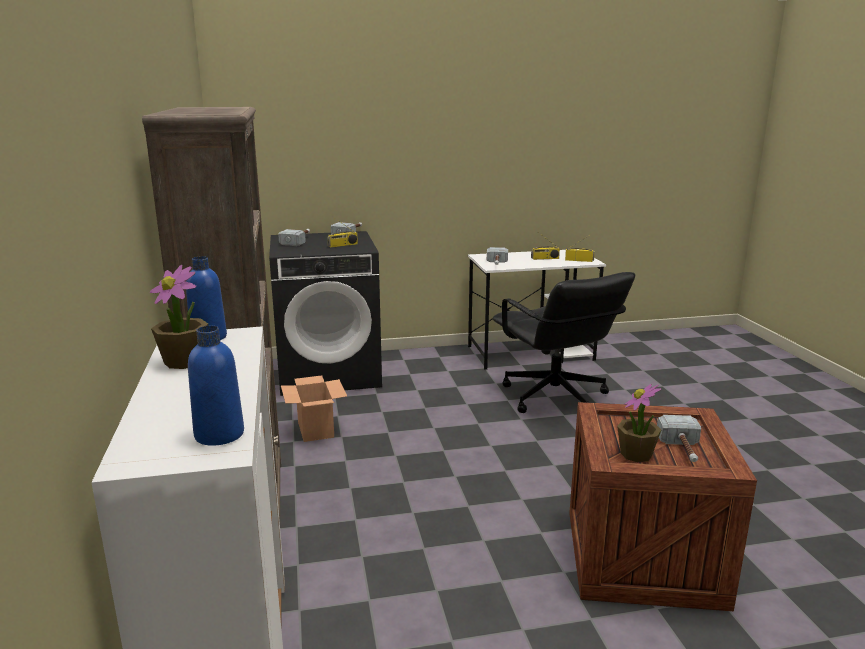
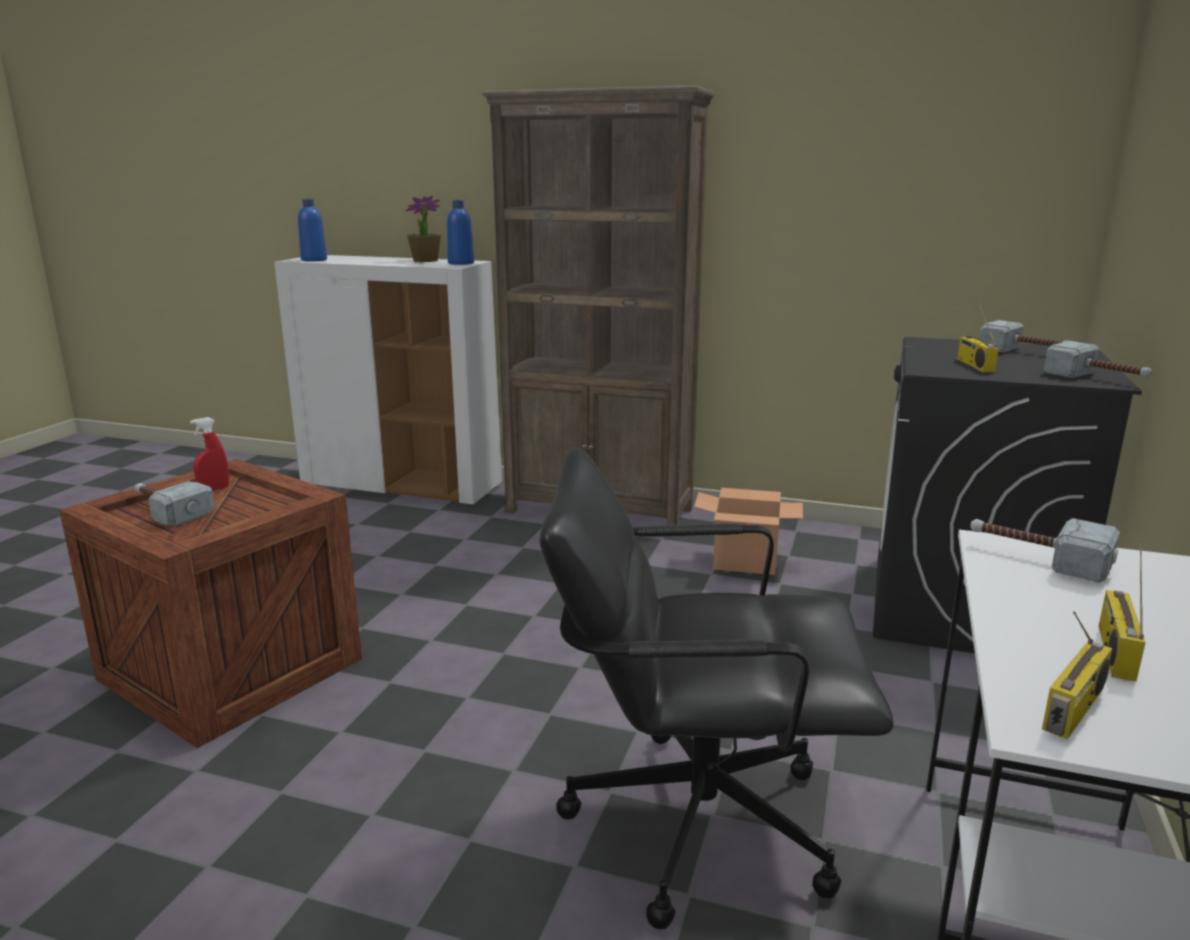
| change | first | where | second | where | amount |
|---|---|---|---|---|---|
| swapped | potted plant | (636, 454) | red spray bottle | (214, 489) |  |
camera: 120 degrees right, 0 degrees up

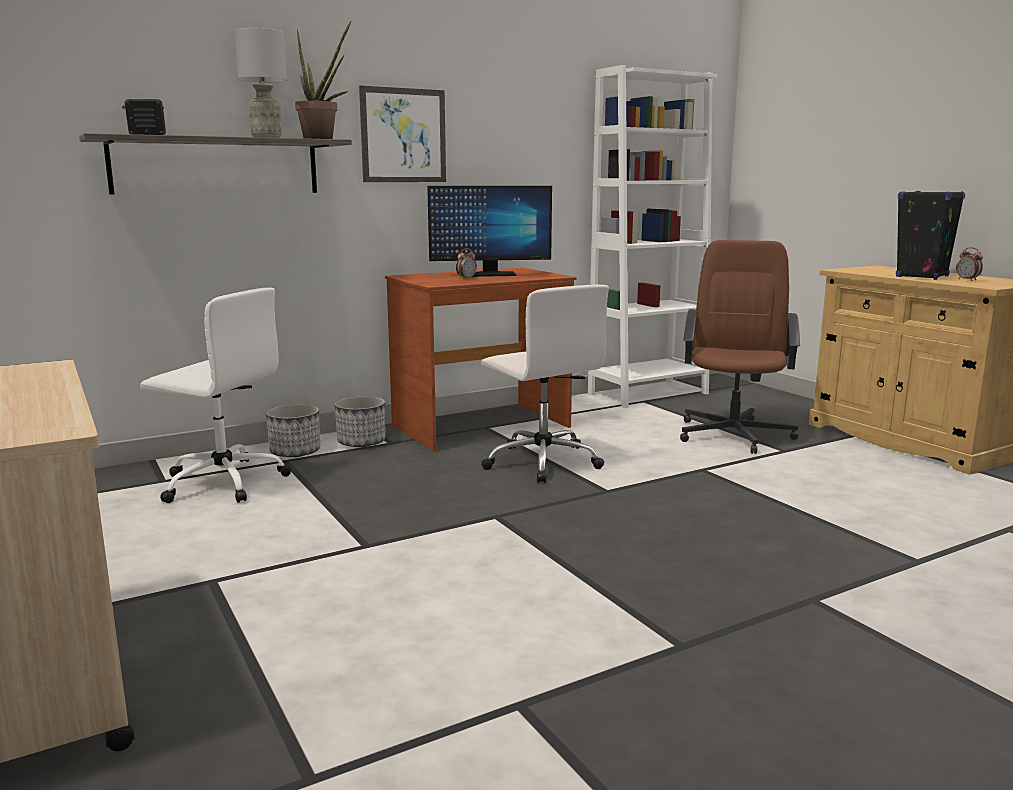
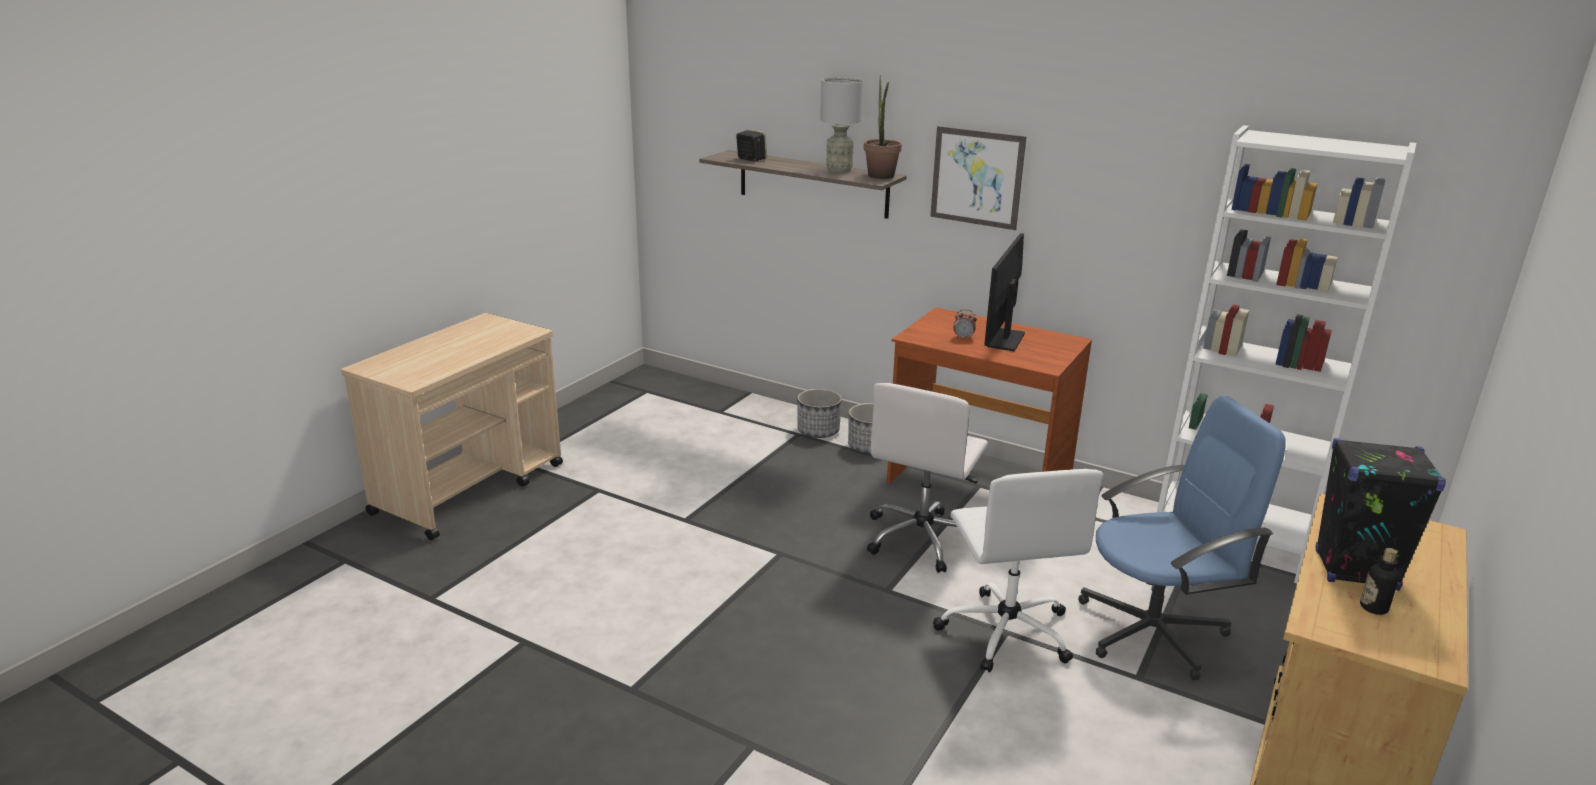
| change | first | where | second | where | amount |
|---|---|---|---|---|---|
| shifted | white office chair | (222, 482) |  | (1006, 631) |  |
| rotated | monitor | (489, 274) |  | (1006, 340) | 60 degrees clockwise |
| repainted | brown office chair | (734, 434) | blue office chair | (1154, 632) |  |
| swapped | alarm clock | (967, 280) | bottle | (1373, 607) |  |
camera: 60 degrees right, 10 degrees up

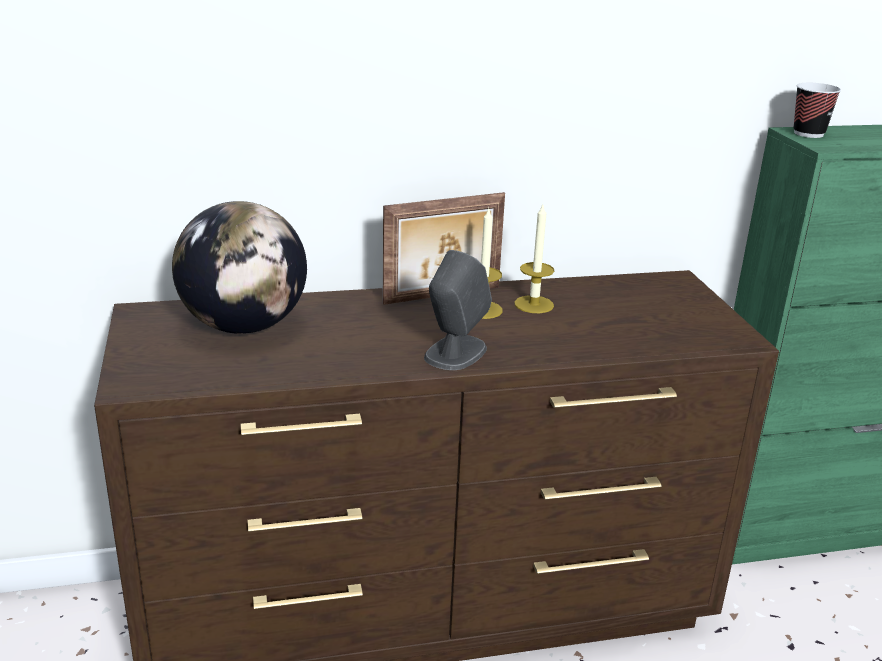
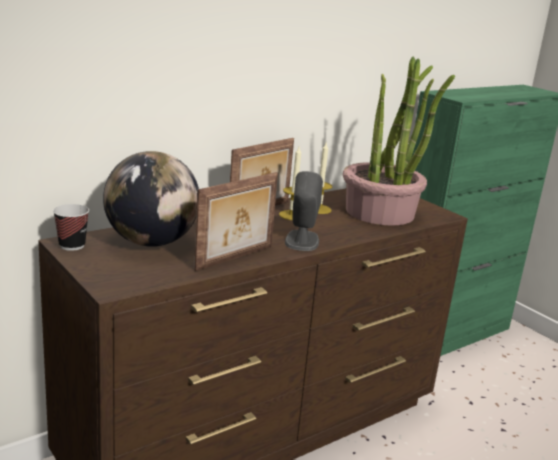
| change | first | where | second | where | amount |
|---|---|---|---|---|---|
| shifted | cup | (808, 134) |  | (72, 245) |  |
| new |  |  | picture frame | (236, 258) |  |
| new |  |  | potted plant | (380, 212) |  |
camera: 25 degrees left, 5 degrees down

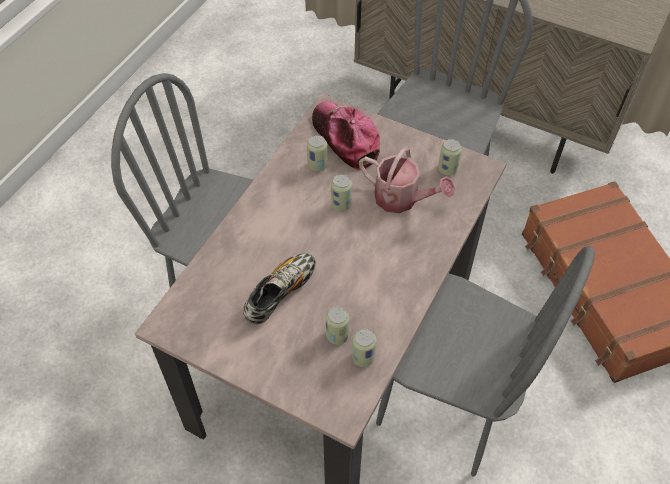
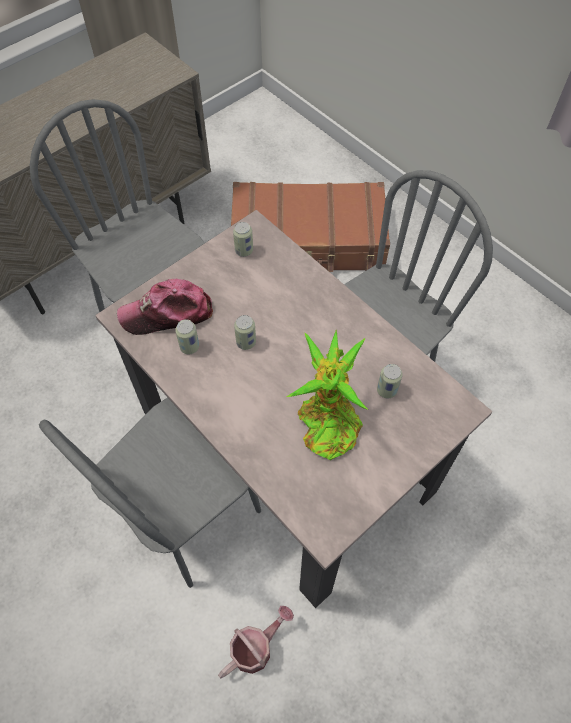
| change | first | where | second | where | amount |
|---|---|---|---|---|---|
| swapped | shoe | (280, 293) | potted plant | (326, 422) |  |
| gone | can | (363, 358) |  |  |  |
| shifted | watering can | (402, 199) |  | (256, 647) |  |
camera: 70 degrees left, 5 degrees up

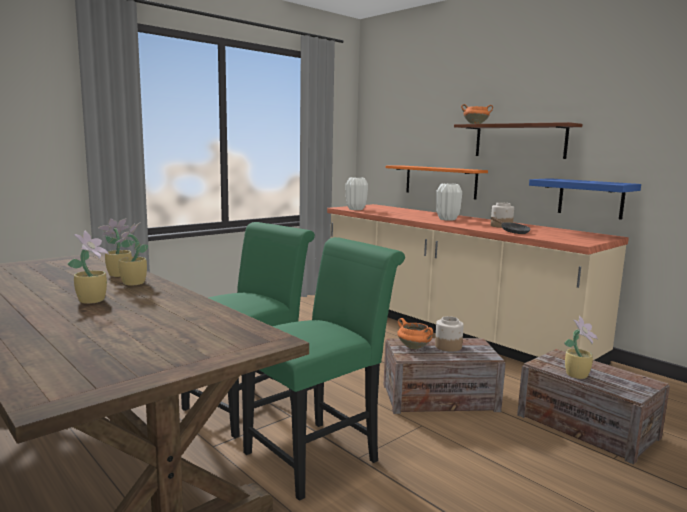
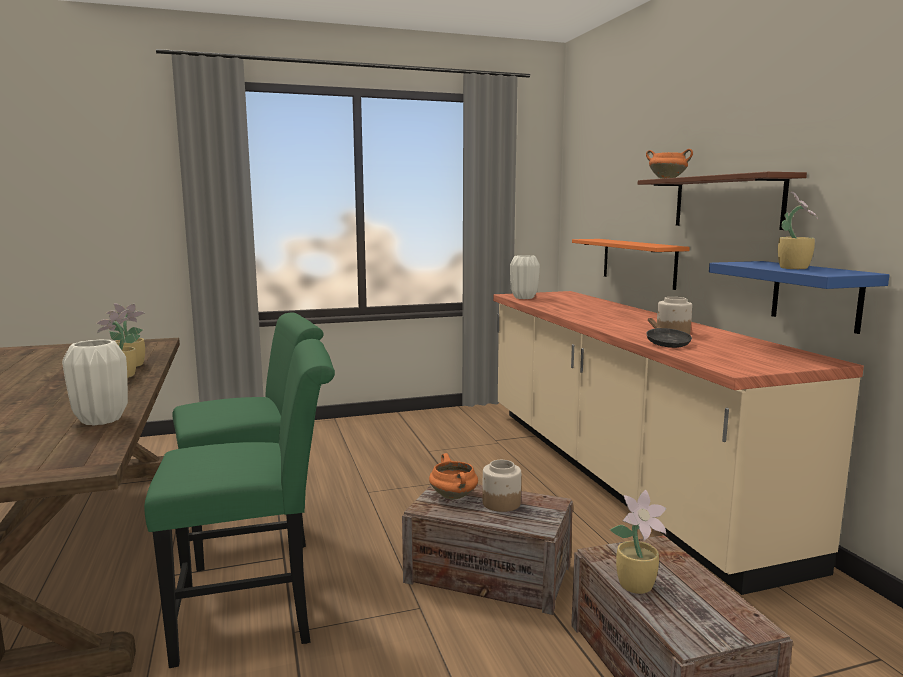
| change | first | where | second | where | amount |
|---|---|---|---|---|---|
| shifted | potted plant | (93, 300) |  | (794, 268) |  |
| shifted | white vase | (447, 219) |  | (102, 420) |  |
camera: 25 degrees right, 0 degrees up

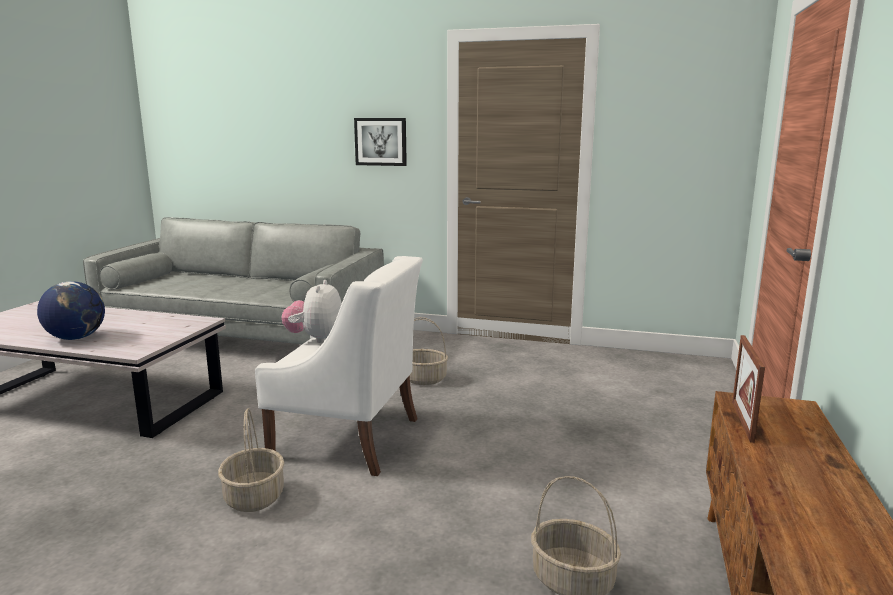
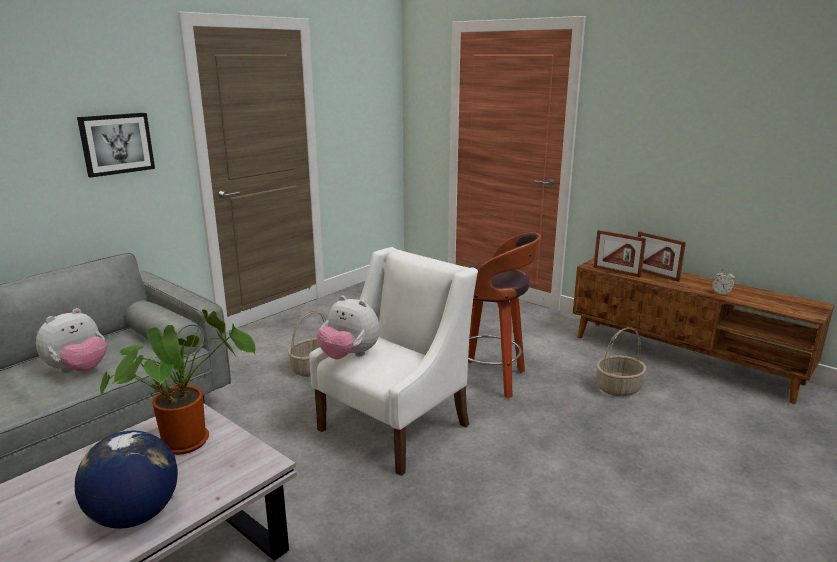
| change | first | where | second | where | amount |
|---|---|---|---|---|---|
| gone | basket | (254, 497) |  |  |  |
| new |  |  | plush toy | (79, 370) |  |
| new |  |  | potted plant | (189, 439) |  |
| new |  |  | stool | (490, 379) |  |
| new |  |  | picture frame | (655, 275) |  |
| new |  |  | alarm clock | (721, 293) |  |
camera: 65 degrees left, 5 degrees up

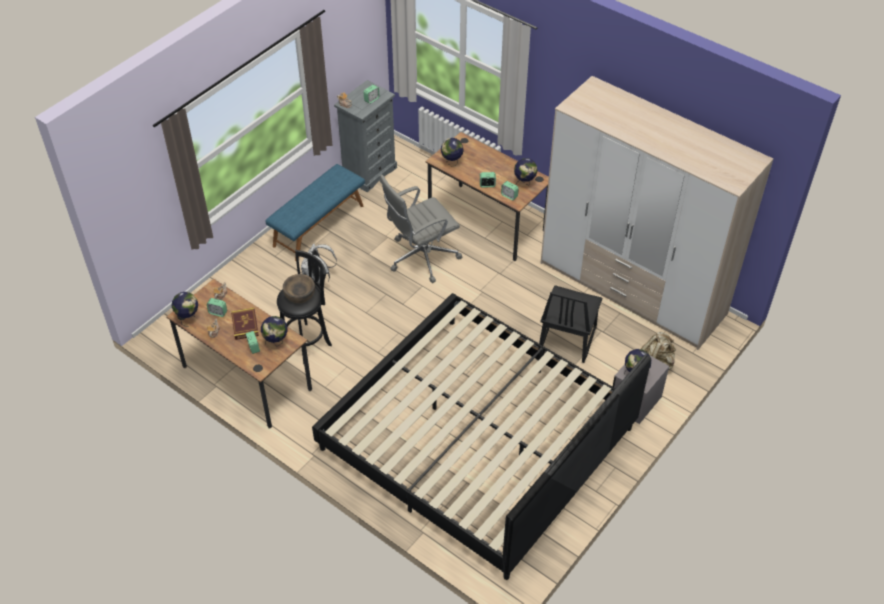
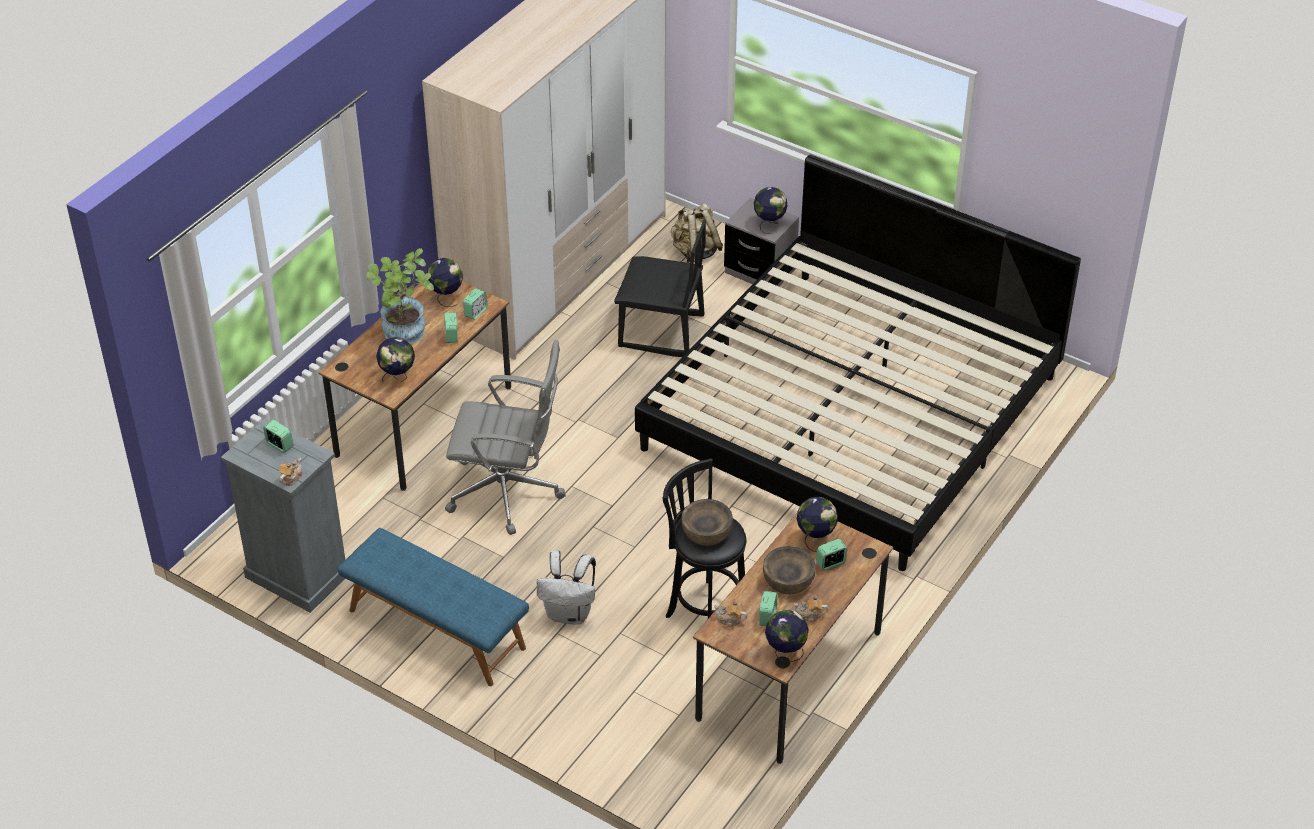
| change | first | where | second | where | amount |
|---|---|---|---|---|---|
| swapped | book | (245, 325) | brown bowl | (788, 580) |  |
| rotated | grey office chair | (421, 257) |  | (508, 492) | 45 degrees counterclockwise |
| new |  |  | potted plant | (405, 336) |  |
camera: 95 degrees left, 5 degrees down

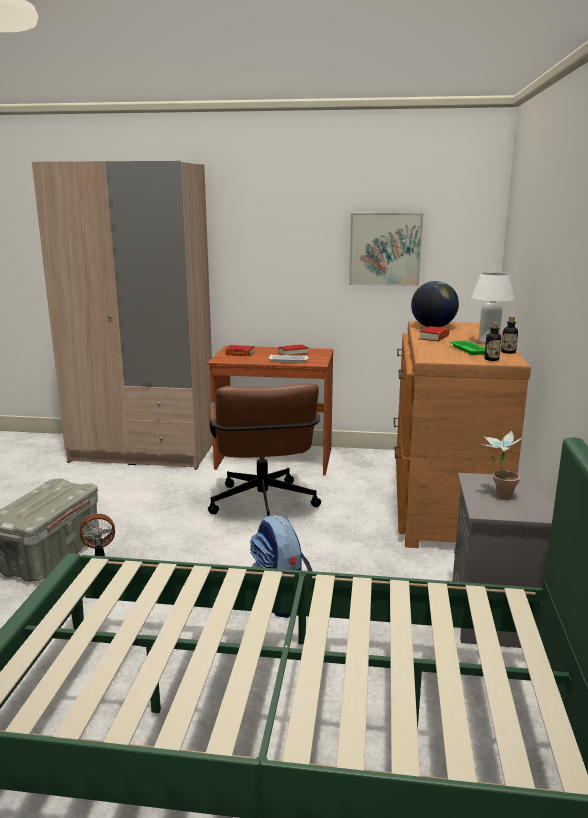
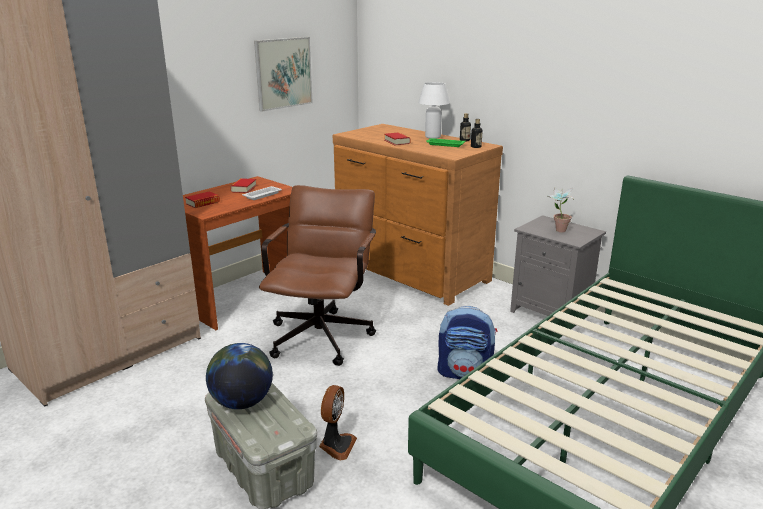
| change | first | where | second | where | amount |
|---|---|---|---|---|---|
| rotated | brown office chair | (263, 508) |  | (323, 333) | 105 degrees counterclockwise |
| shifted | globe | (433, 327) |  | (242, 402) |  |
camera: 55 degrees left, 5 degrees up

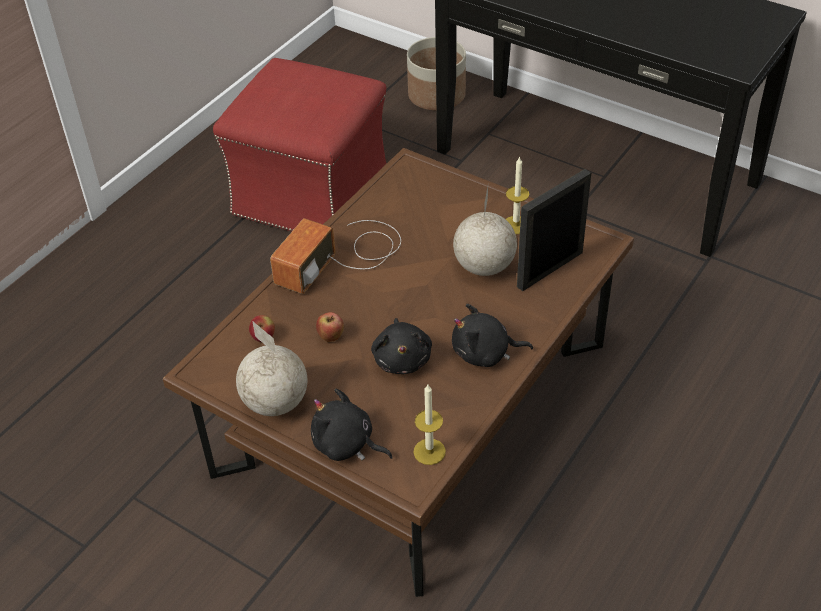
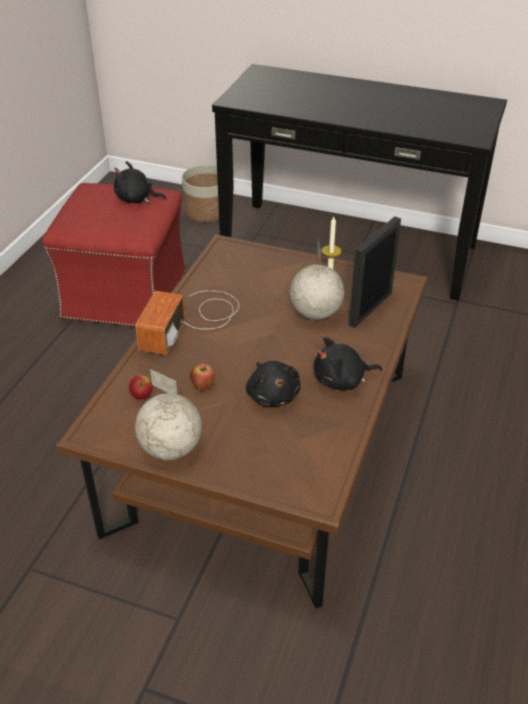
| change | first | where | second | where | amount |
|---|---|---|---|---|---|
| shifted | black plush toy | (346, 445) |  | (136, 199) |  |
| gone | candle | (429, 451) |  |  |  |
camera: 15 degrees left, 5 degrees down

